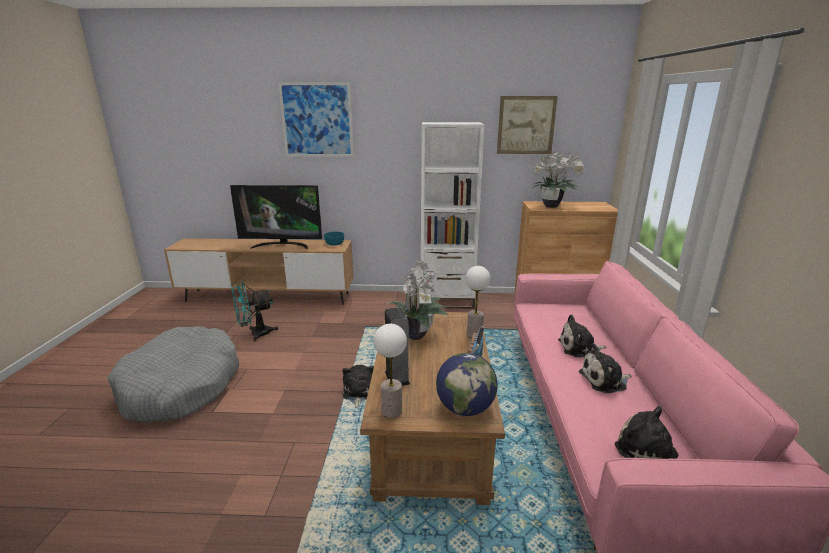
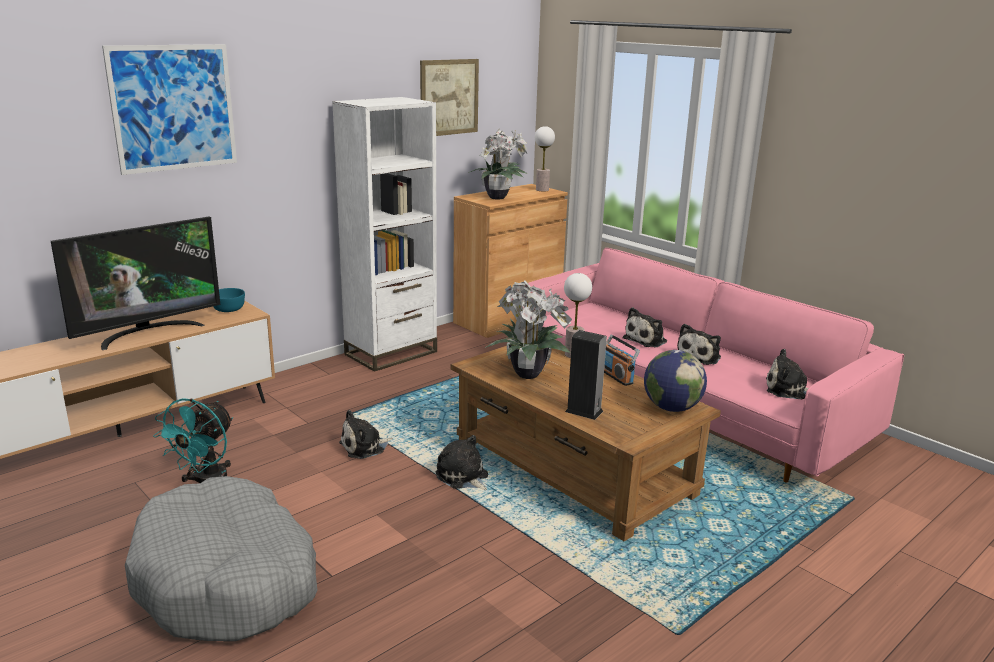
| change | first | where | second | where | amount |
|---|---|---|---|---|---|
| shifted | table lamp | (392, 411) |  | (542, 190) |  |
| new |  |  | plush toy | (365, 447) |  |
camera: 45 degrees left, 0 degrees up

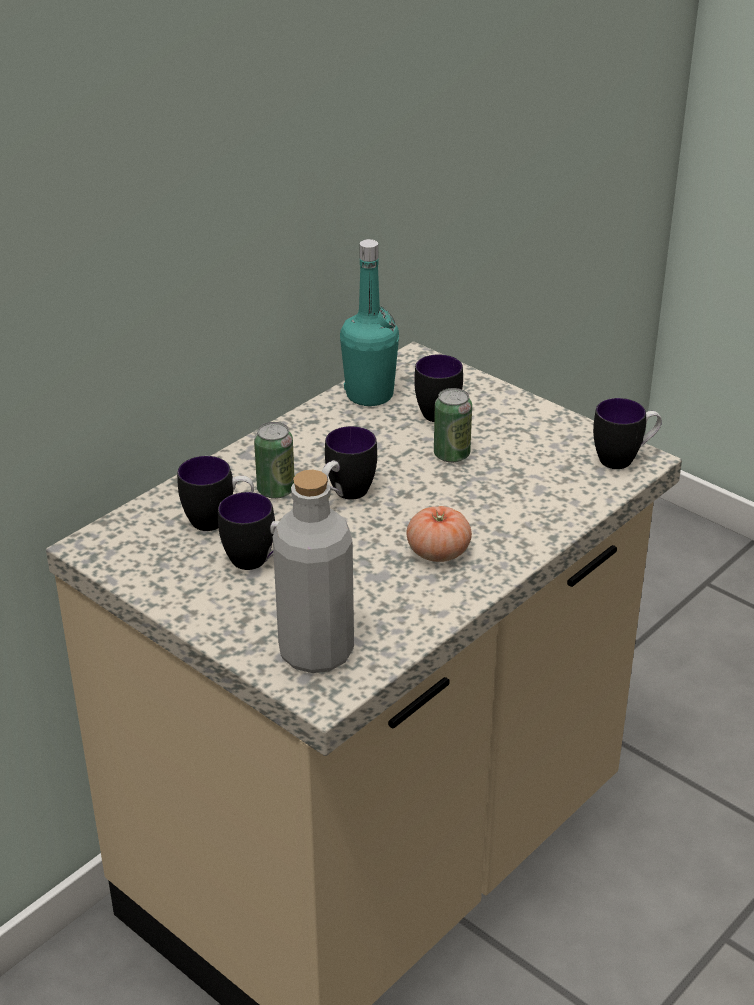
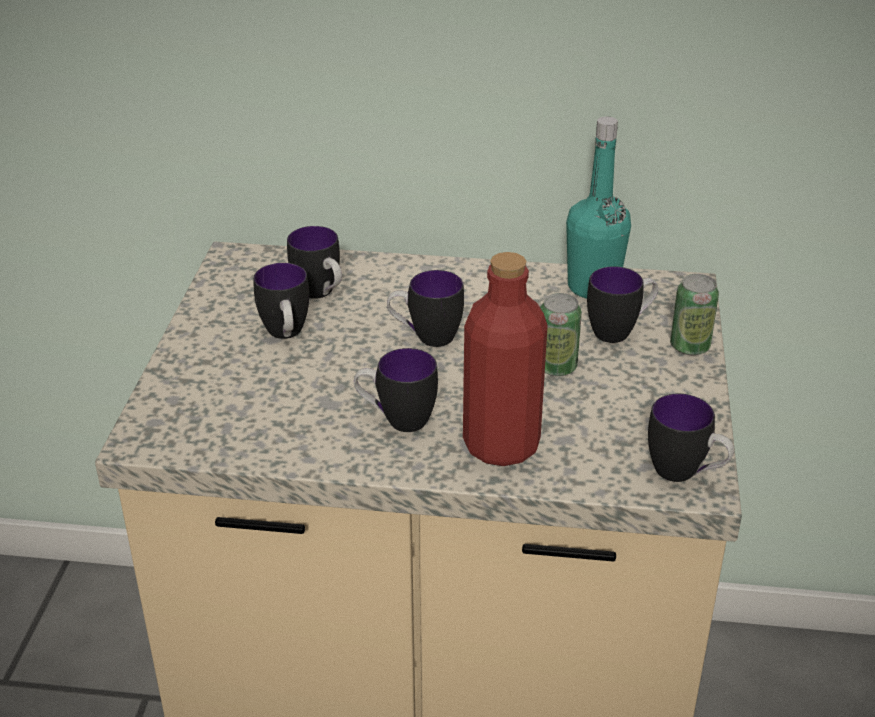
| change | first | where | second | where | amount |
|---|---|---|---|---|---|
| shifted | can | (276, 490) |  | (689, 346) |  |
| gone | grey bottle | (316, 652) |  |  |  |
| swapped | tomato | (438, 552) | mug | (396, 420) |  |
| new |  |  | red bottle | (501, 445) |  |
camera: 55 degrees right, 0 degrees up

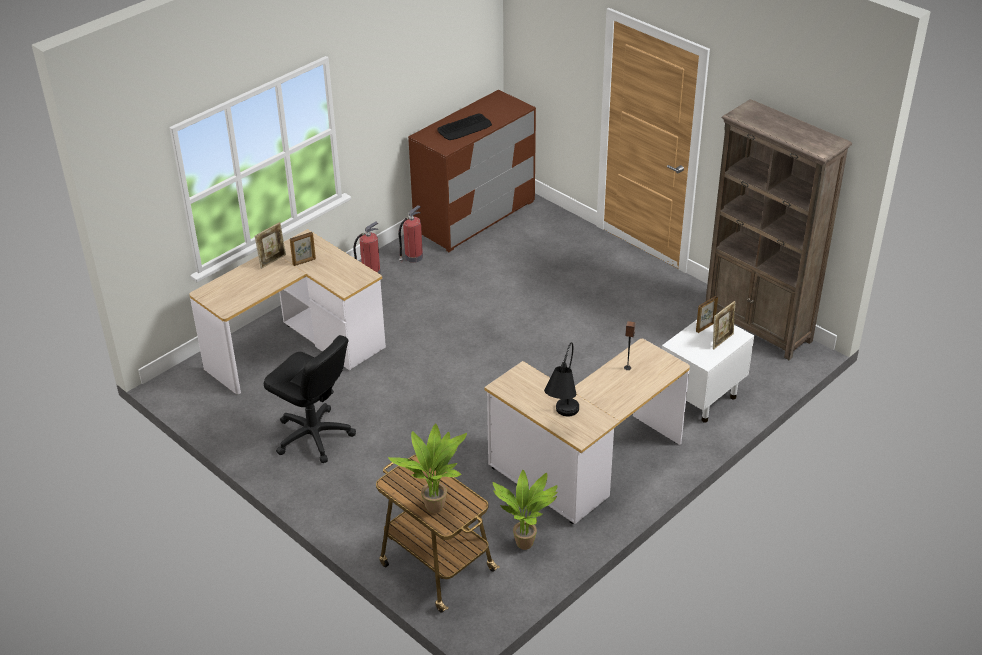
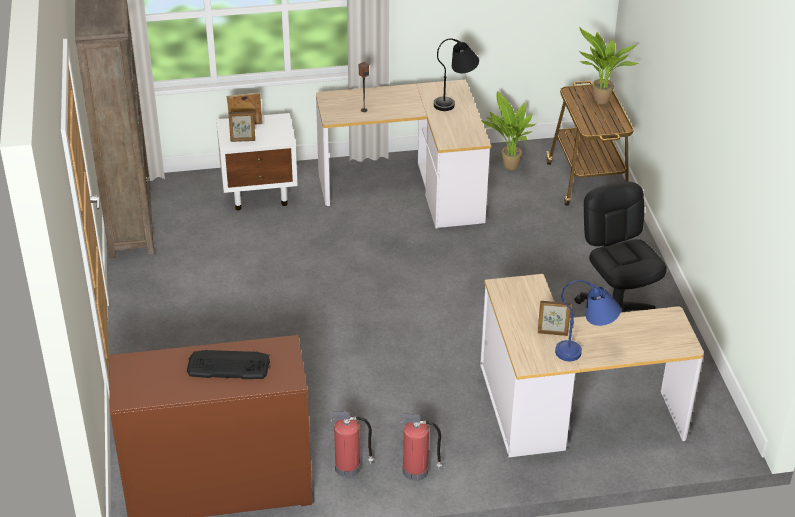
| change | first | where | second | where | amount |
|---|---|---|---|---|---|
| swapped | picture frame | (272, 260) | blue table lamp | (586, 351) |  |
camera: 145 degrees left, 0 degrees up

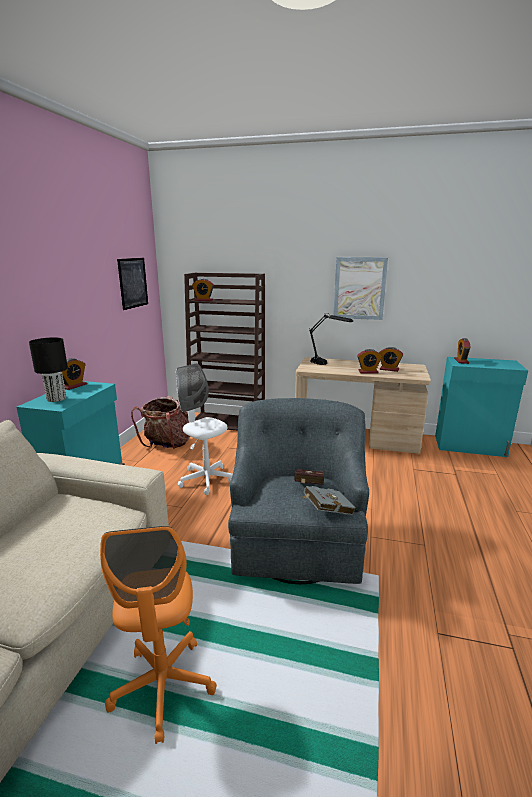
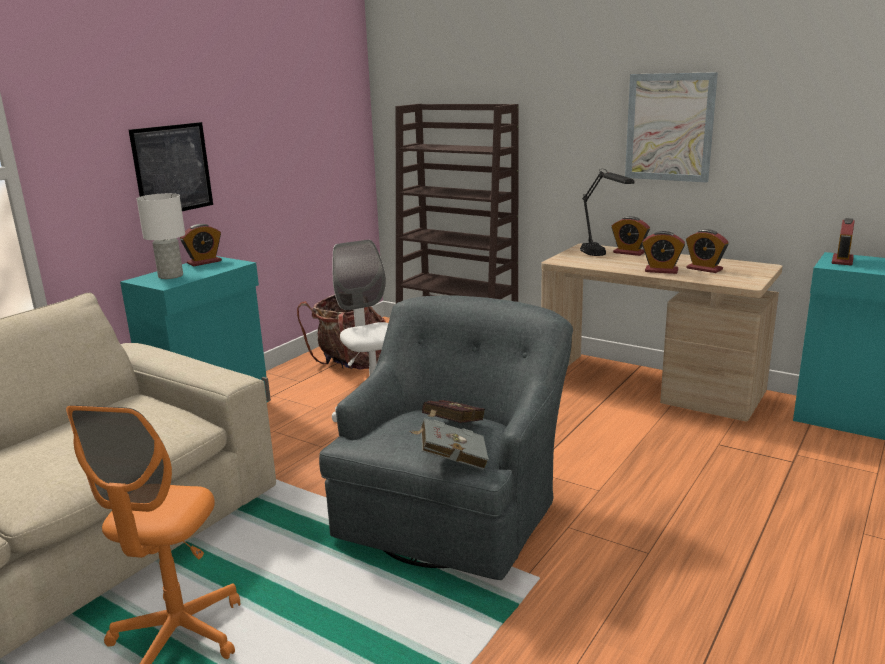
| change | first | where | second | where | amount |
|---|---|---|---|---|---|
| repainted | black table lamp | (56, 399) | white table lamp | (170, 276) |  |
| shifted | picture | (133, 283) |  | (172, 169) |  |
| shifted | alarm clock | (203, 300) |  | (629, 252) |  |
camera: 20 degrees right, 0 degrees up

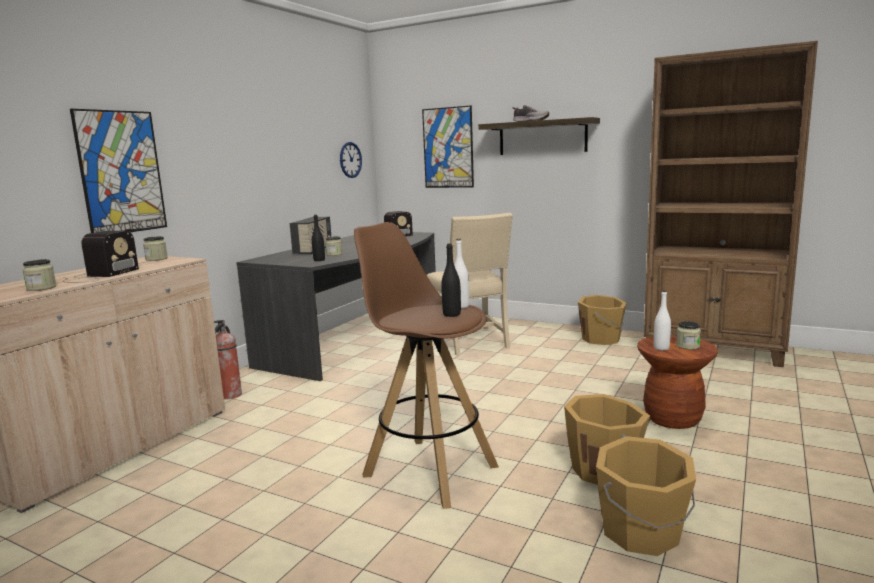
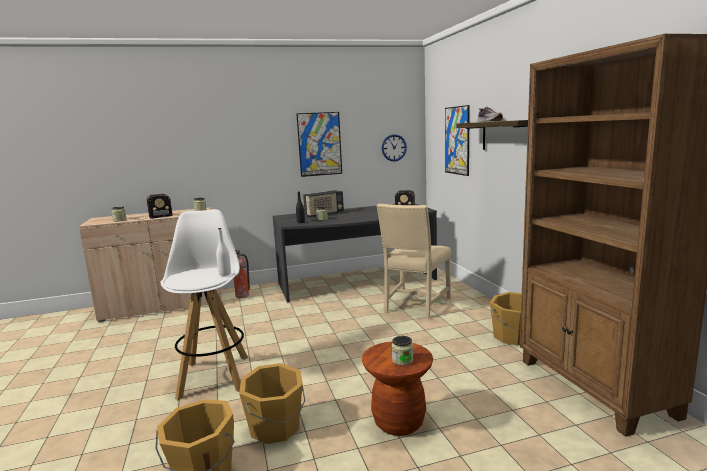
| change | first | where | second | where | amount |
|---|---|---|---|---|---|
| shifted | picture | (121, 172) |  | (319, 144) |  |
| repainted | brown stool | (429, 470) | white stool | (214, 375) |  |
| gone | black bottle | (451, 314) |  |  |  |
| gone | white bottle | (661, 348) |  |  |  |
camera: 45 degrees right, 0 degrees up

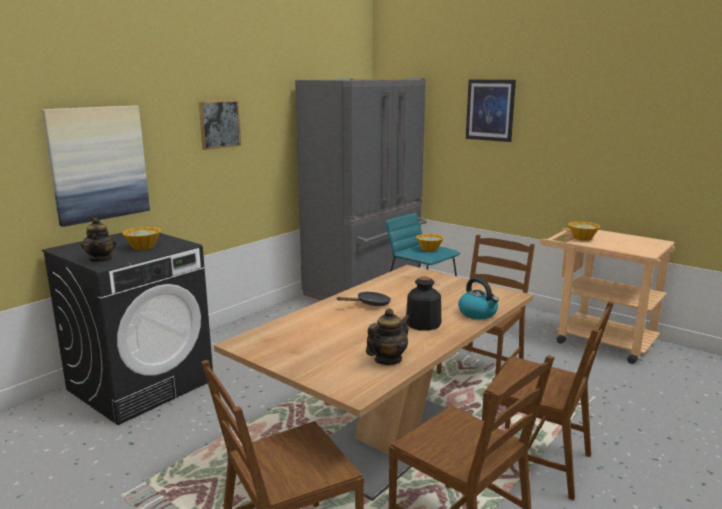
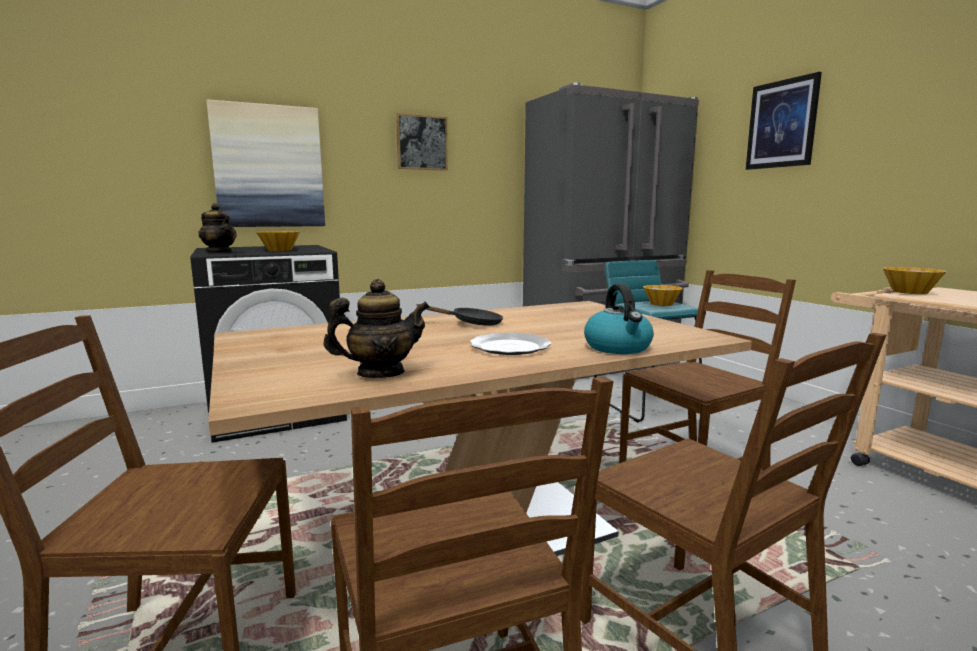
| change | first | where | second | where | amount |
|---|---|---|---|---|---|
| rotated | teapot | (101, 259) |  | (219, 252) | 60 degrees counterclockwise |
| swapped | bottle | (423, 324) | plate | (509, 347) |  |
camera: 25 degrees right, 5 degrees down

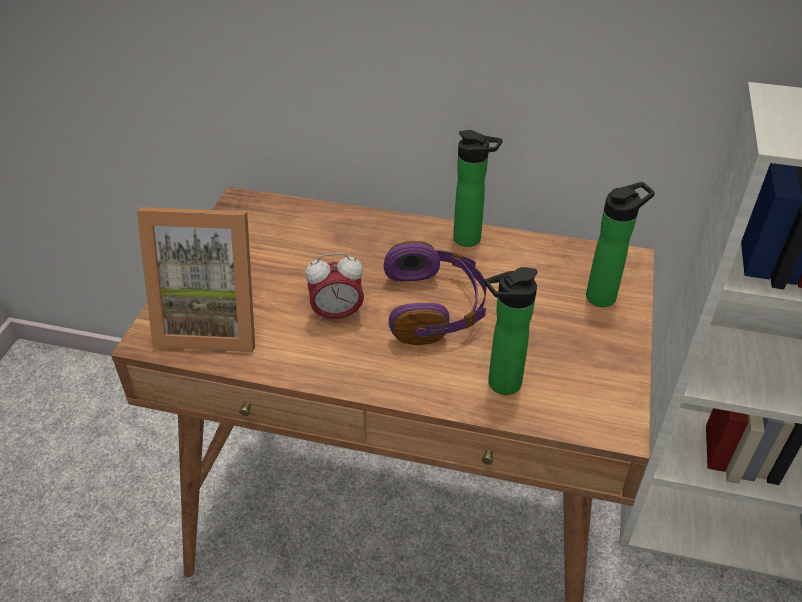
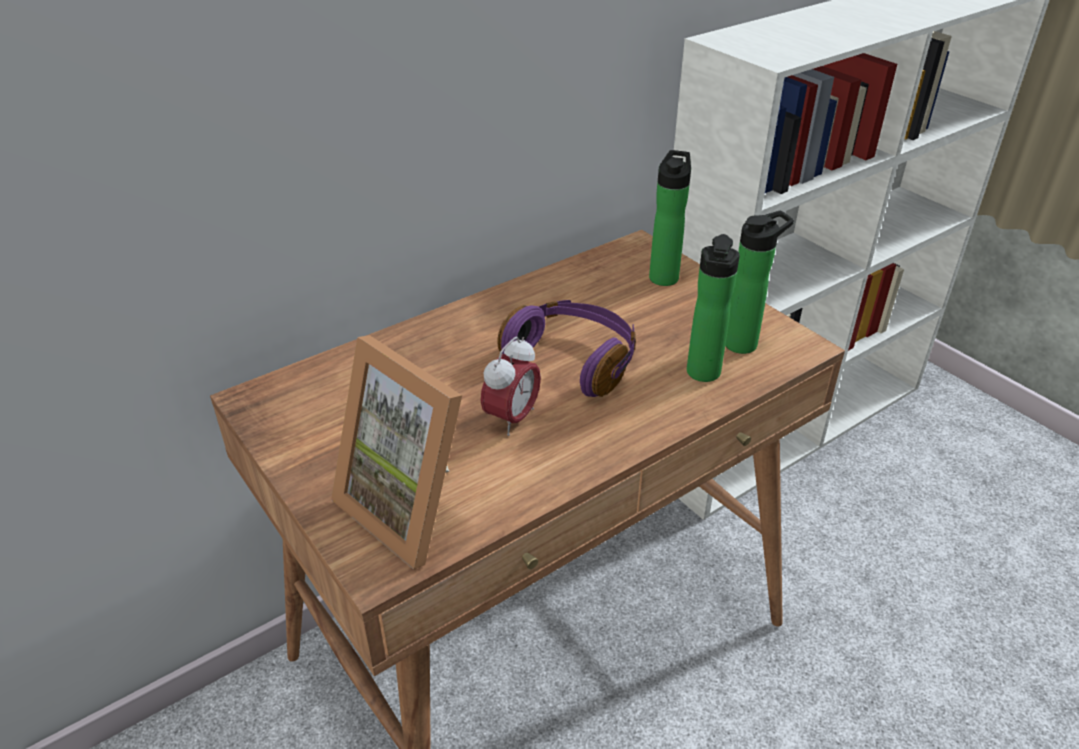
| change | first | where | second | where | amount |
|---|---|---|---|---|---|
| rotated | picture frame | (212, 322) |  | (414, 506) | 90 degrees clockwise |
| shifted | bottle | (471, 239) |  | (745, 343) |  |
camera: 50 degrees left, 5 degrees down

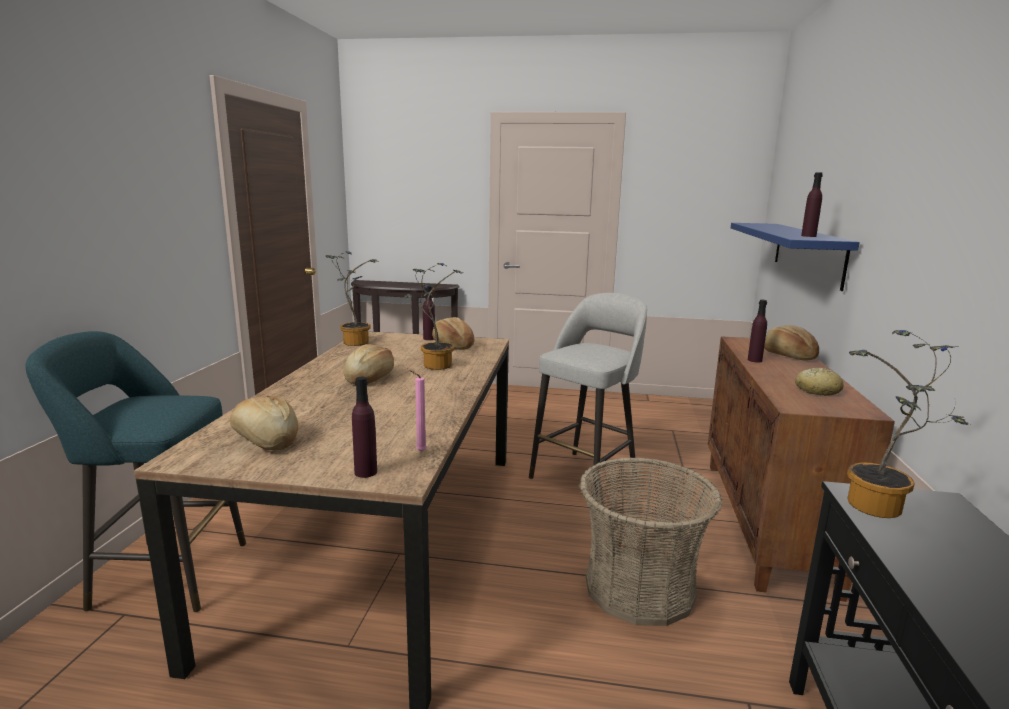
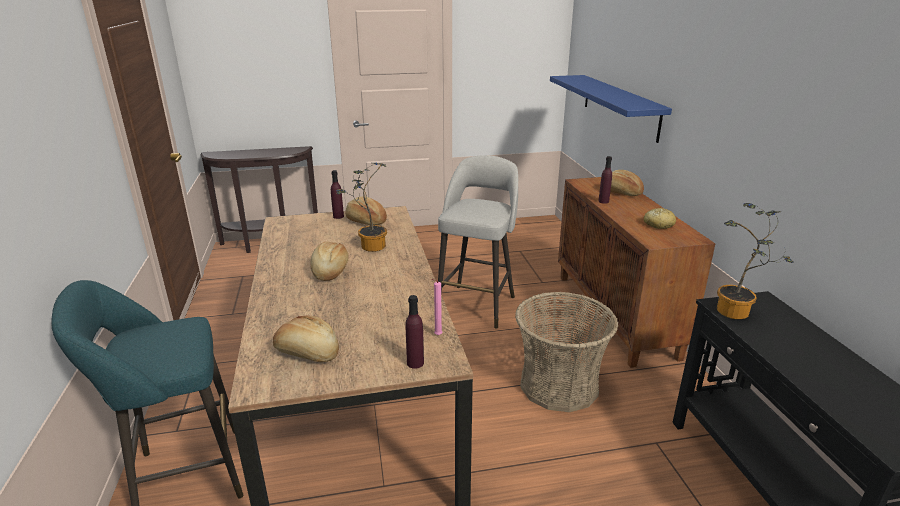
| change | first | where | second | where | amount |
|---|---|---|---|---|---|
| gone | potted plant | (355, 341) |  |  |  |
| gone | purple bottle | (808, 236) |  |  |  |
camera: 20 degrees left, 10 degrees up

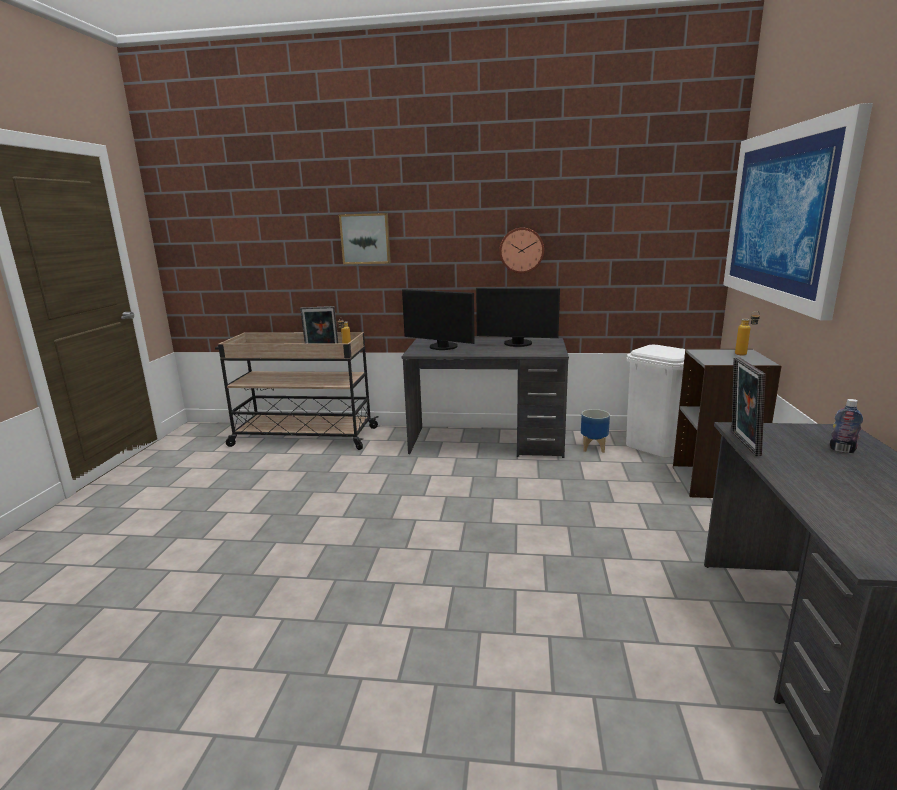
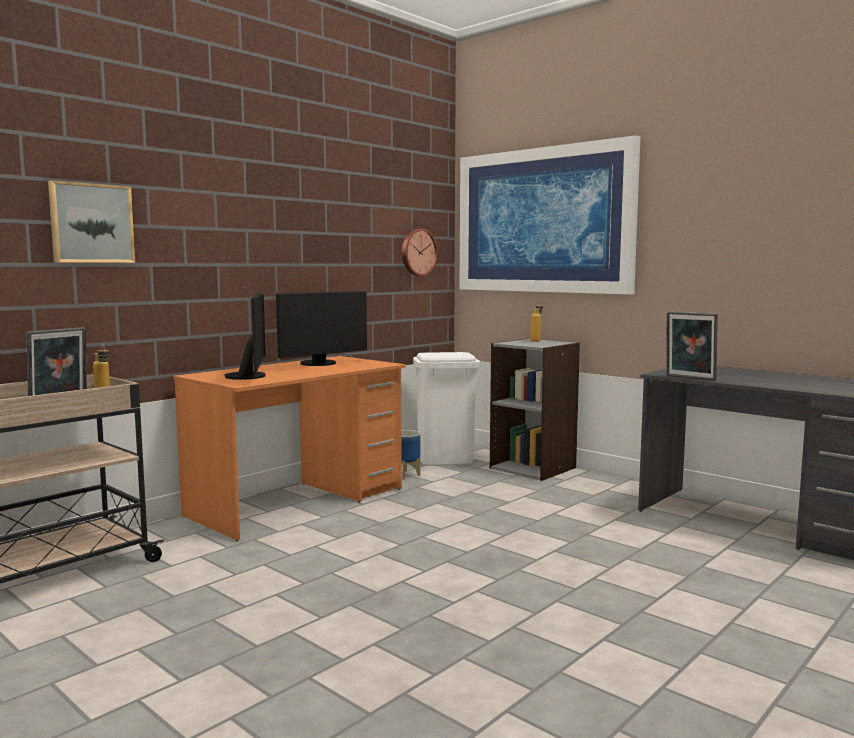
| change | first | where | second | where | amount |
|---|---|---|---|---|---|
| repainted | grey desk | (487, 442) | orange desk | (298, 502) |  |
| rotated | monitor | (442, 347) |  | (250, 376) | 75 degrees counterclockwise |
| shifted | wall clock | (521, 250) |  | (418, 252) |  |
| gone | bottle | (842, 450) |  |  |  |
camera: 55 degrees left, 10 degrees down

